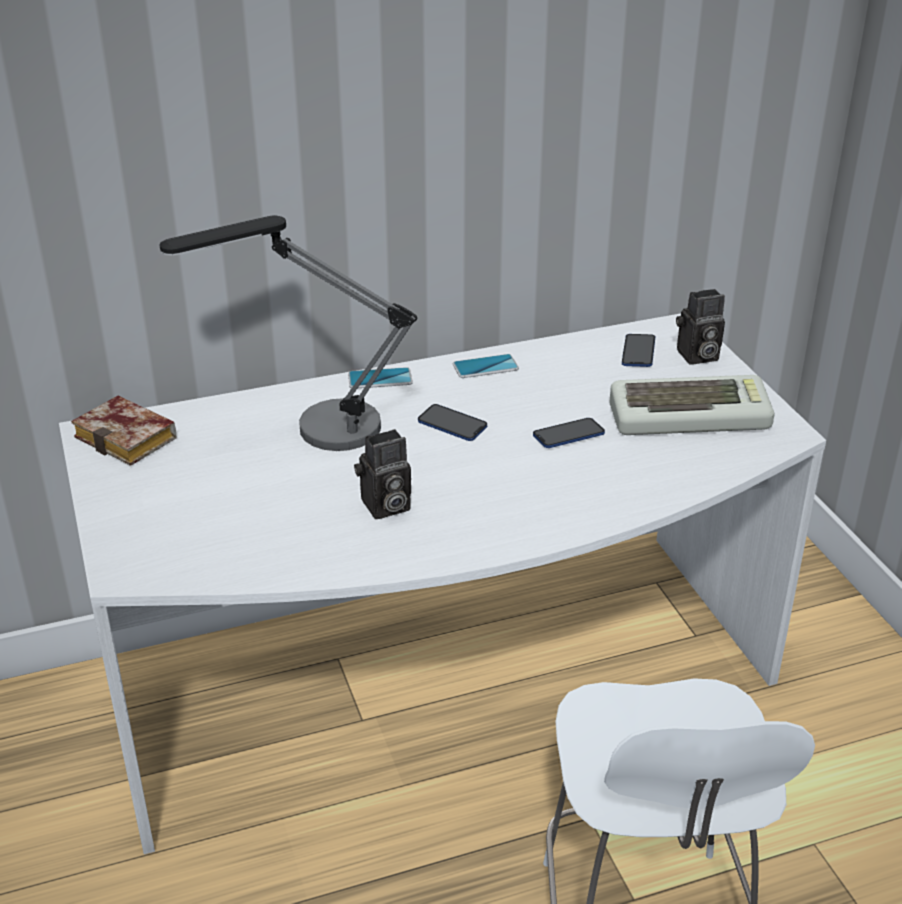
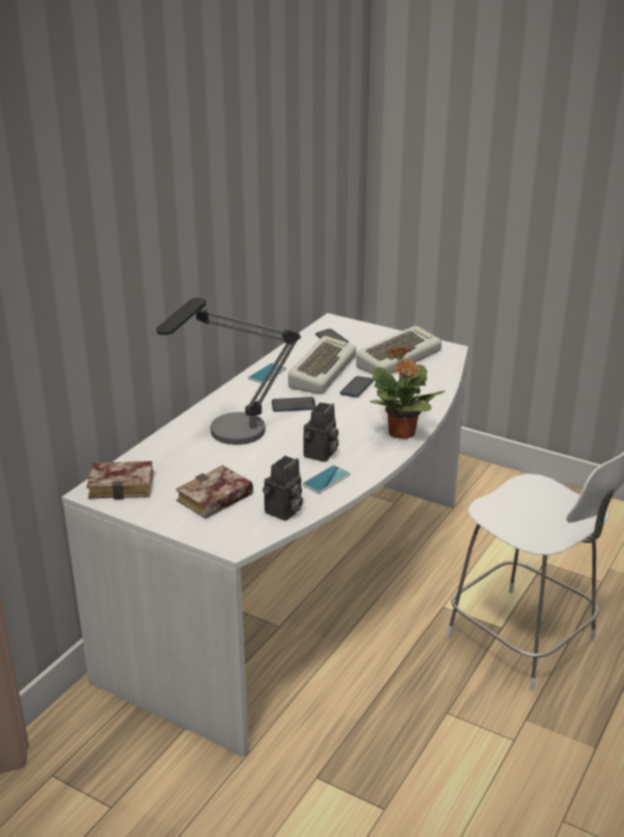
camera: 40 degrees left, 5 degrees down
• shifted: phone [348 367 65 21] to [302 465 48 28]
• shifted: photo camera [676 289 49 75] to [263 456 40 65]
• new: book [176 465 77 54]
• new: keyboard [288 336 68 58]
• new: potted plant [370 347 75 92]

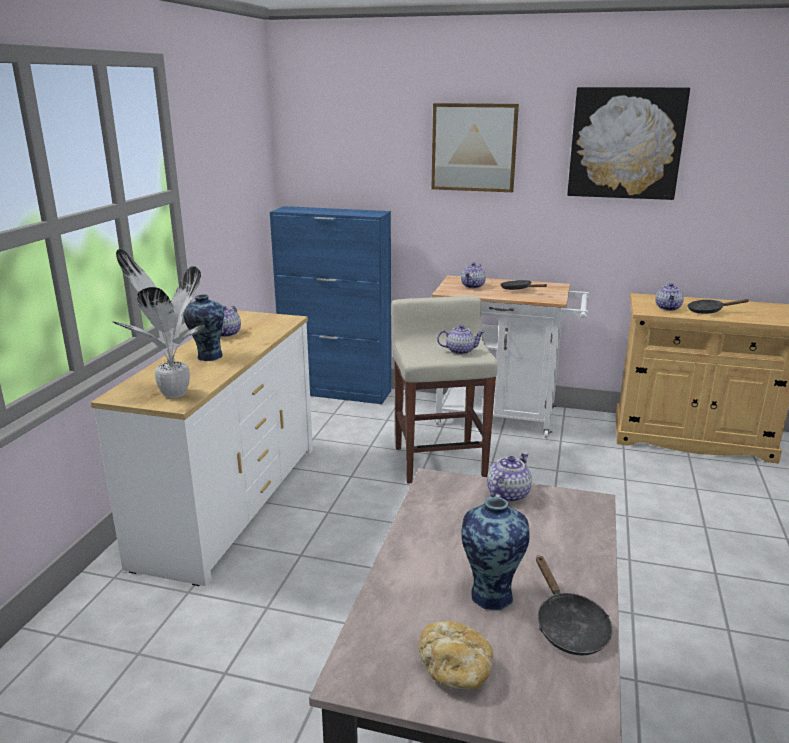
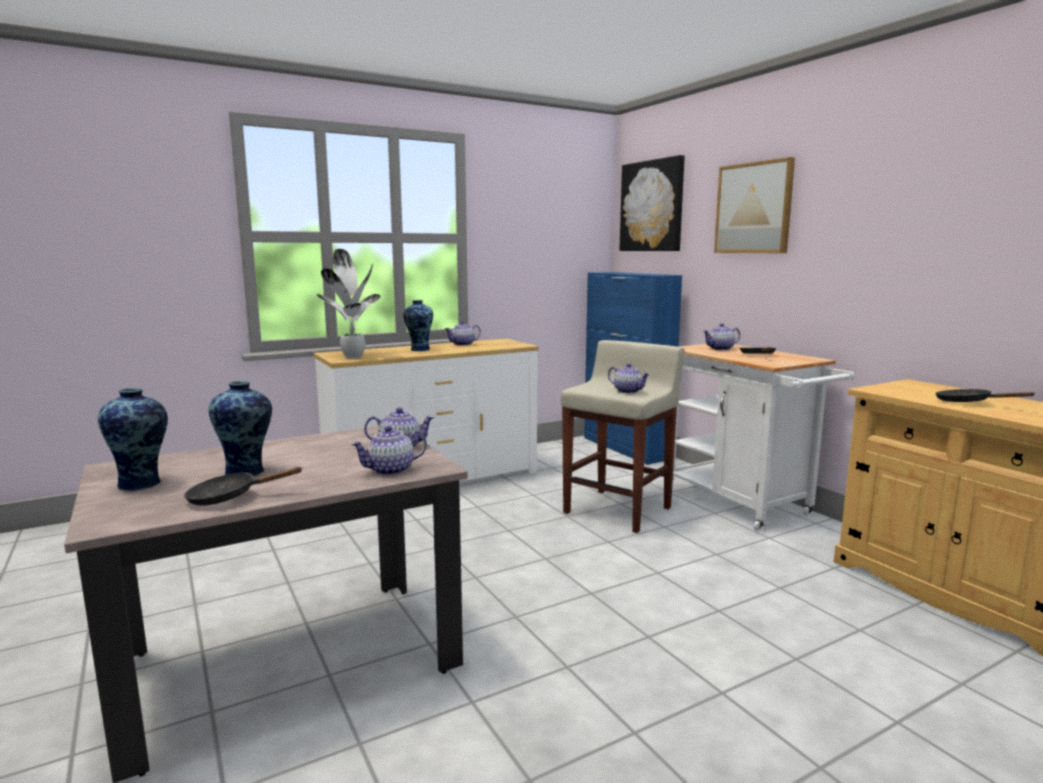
camera: 45 degrees right, 10 degrees down
• swapped: bread [418 621 75 69] to vase [98 388 70 103]
• rotated: black frying pan [536 555 76 101] = [184 467 119 39] 45 degrees clockwise
• shifted: picture [567 87 123 113] to [619 155 66 96]
• shifted: teapot [655 283 29 28] to [351 426 76 49]

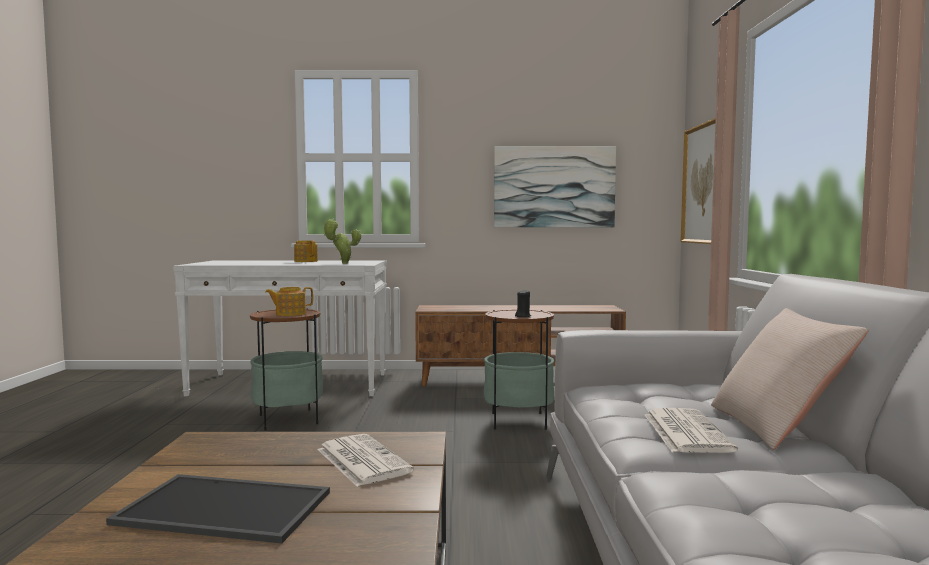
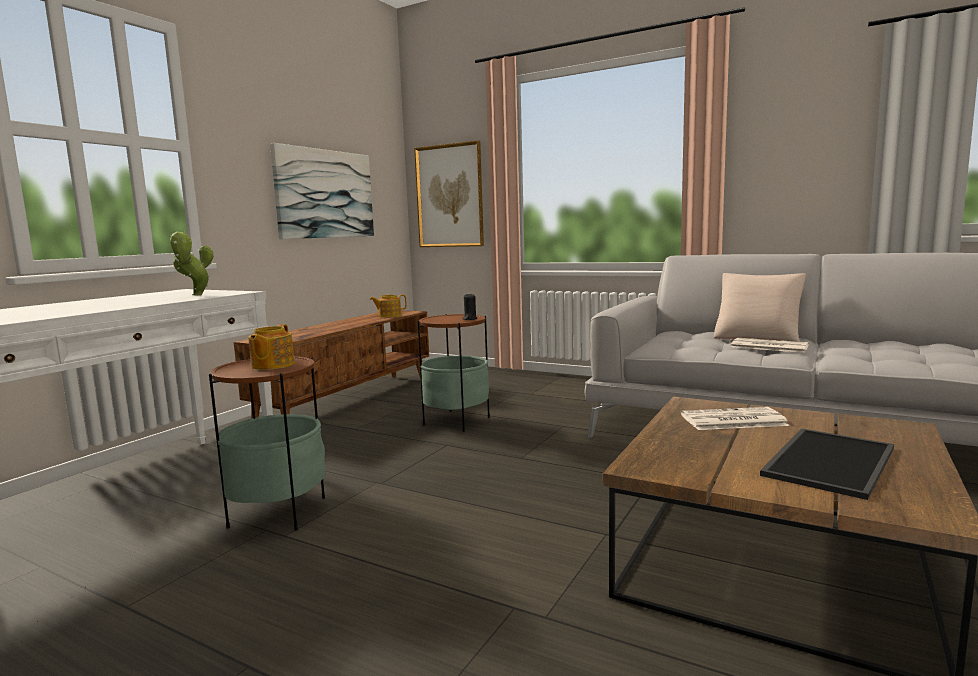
camera: 60 degrees left, 5 degrees up
• shifted: teapot [294 240 24 22] to [370 295 36 23]

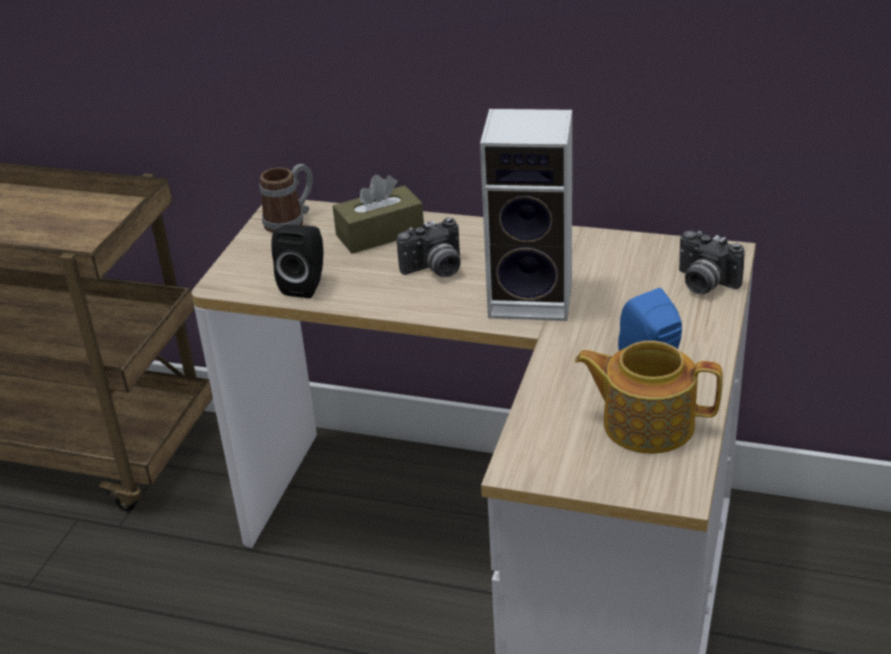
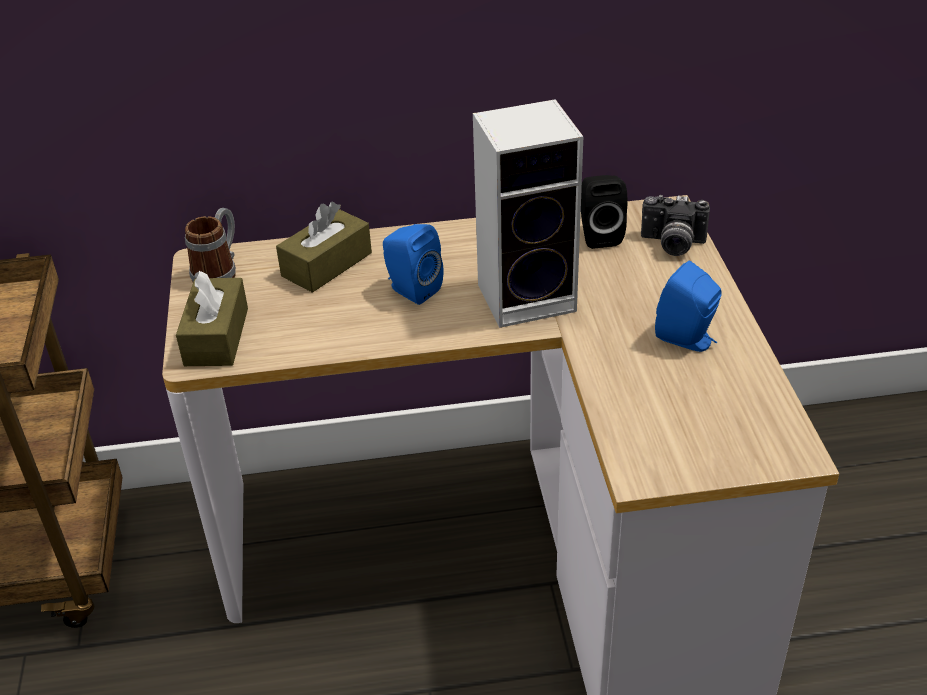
camera: 25 degrees left, 5 degrees up
• shifted: black speaker [271 225 52 73] to [581 175 47 74]
• swapped: photo camera [397 217 64 60] to blue speaker [383 224 60 81]
• gone: teapot [575 341 148 113]
• new: brown tissue box [176 271 72 95]

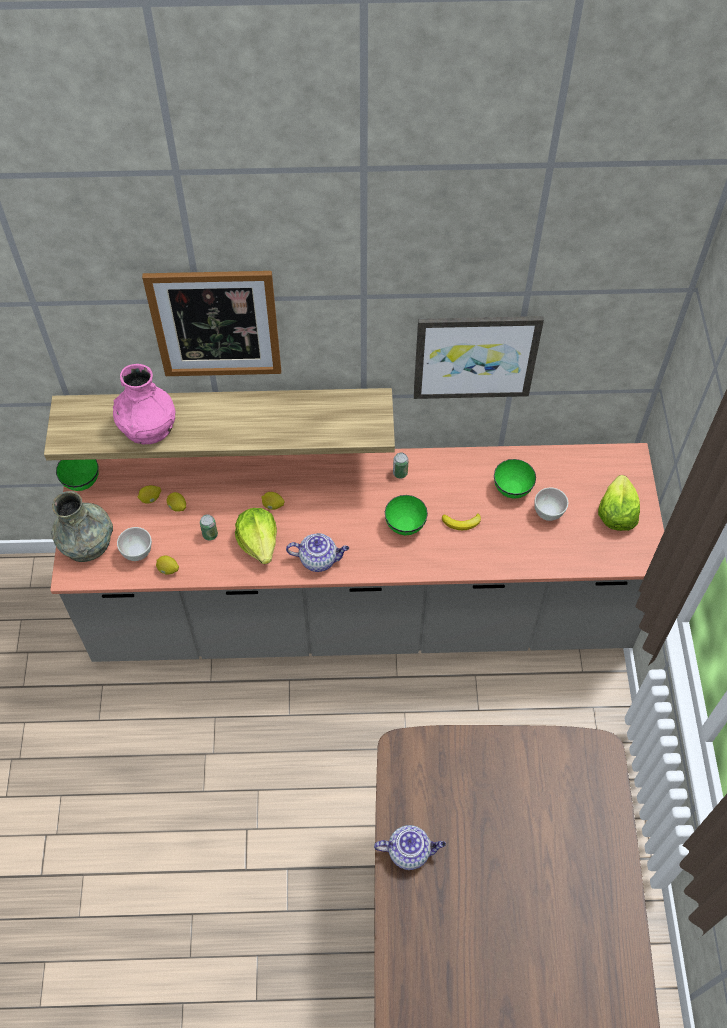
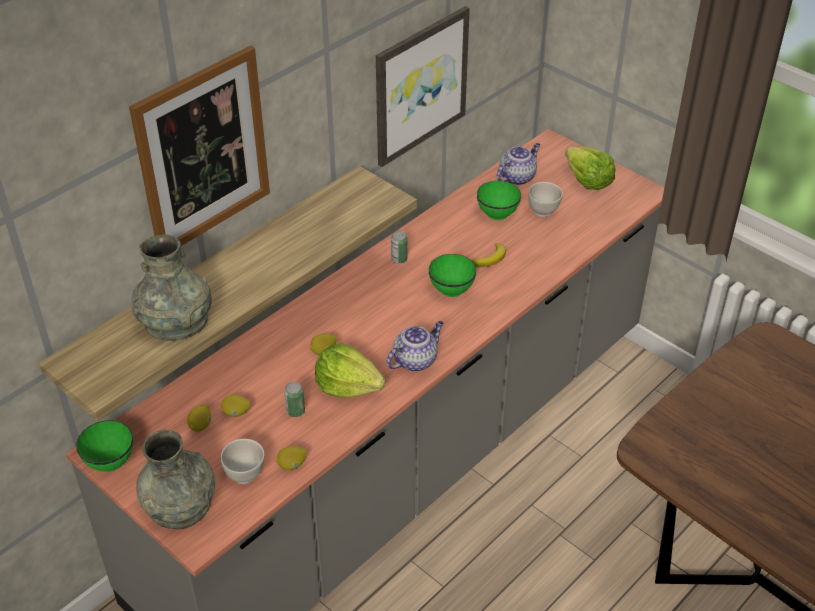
camera: 45 degrees left, 15 degrees down
• repainted: pink vase [113 364 62 81] to grey vase [132 234 80 107]
• shifted: teapot [374 825 72 45] to [497 143 43 42]

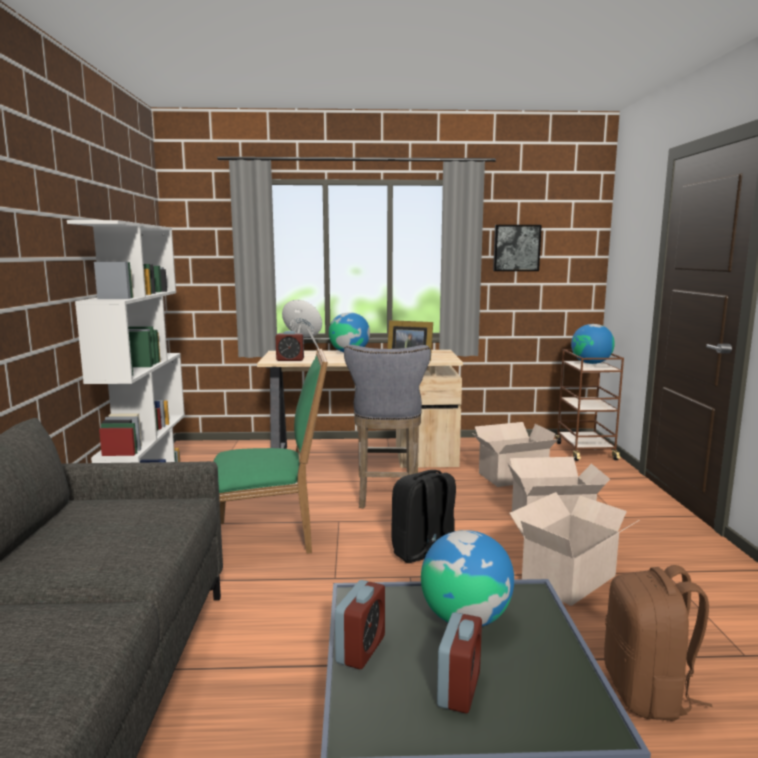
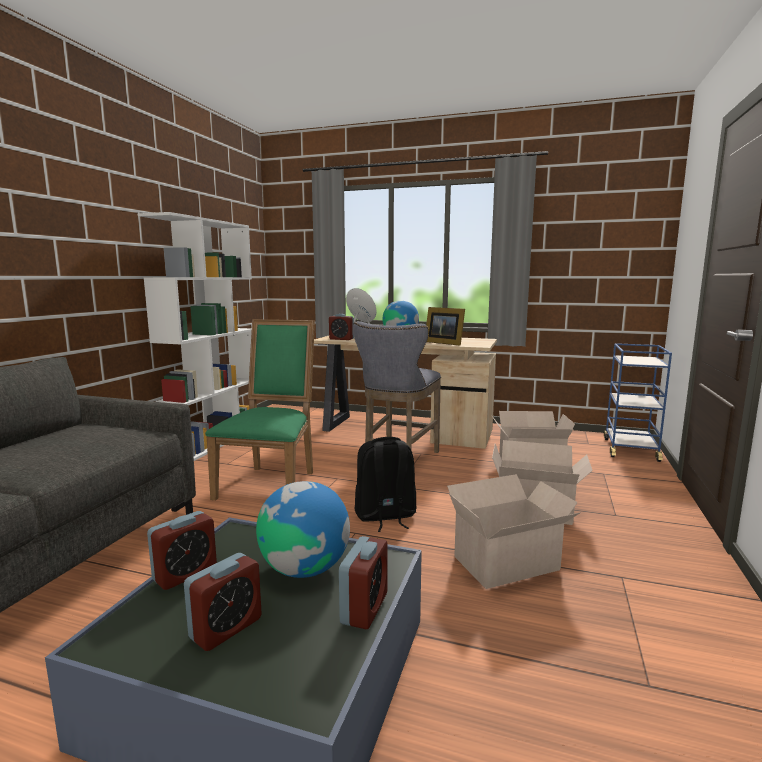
camera: 20 degrees right, 0 degrees up
• rotated: green chair [213 348 115 206] = [205 319 110 181] 90 degrees counterclockwise
• gone: picture [493 225 49 46]
• repainted: brown cart [556 349 68 112] to blue cart [604 343 68 119]
• gone: globe [571 324 44 40]
• gone: brown backpack [604 565 109 156]
• new: alarm clock [339 536 49 93]

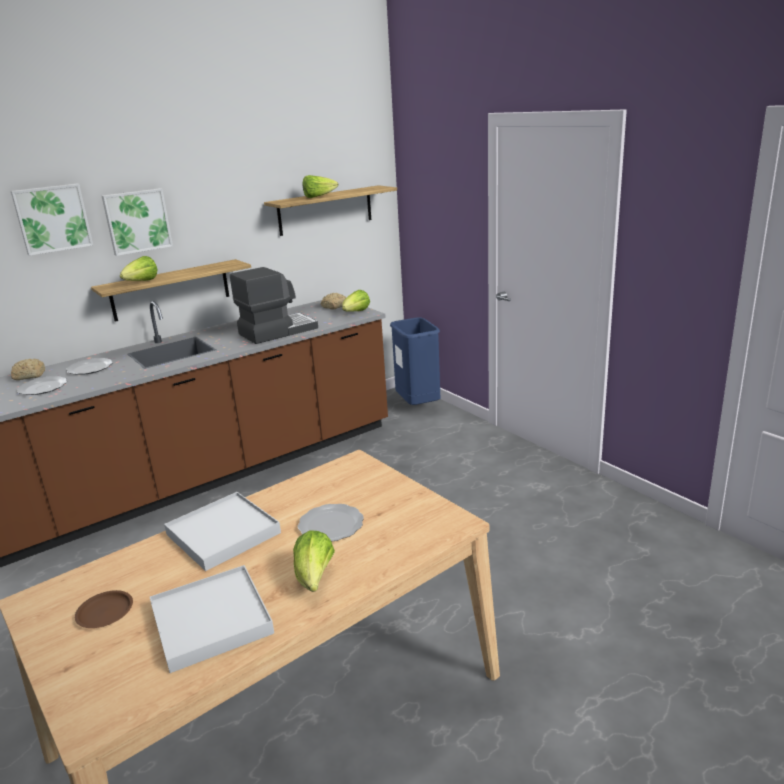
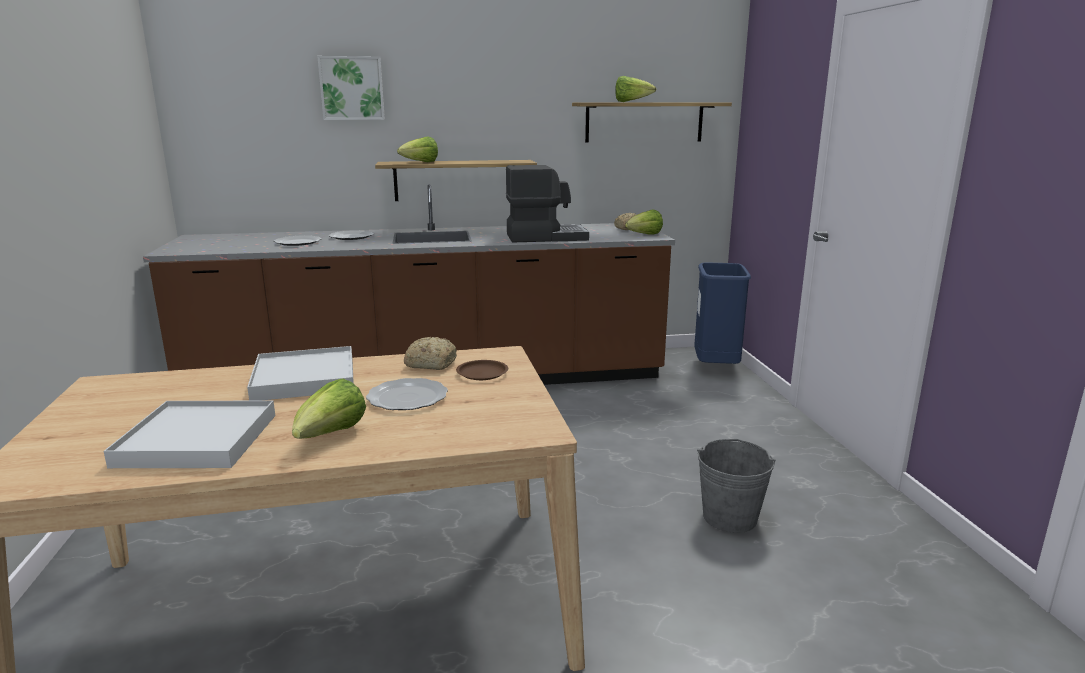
camera: 25 degrees right, 5 degrees down
• shifted: bread [11 359 34 21] to [404 337 53 33]
• shifted: brown plate [75 590 58 38] to [456 360 52 20]
• gone: picture [102 188 71 68]
• new: grey bucket [697 439 79 94]

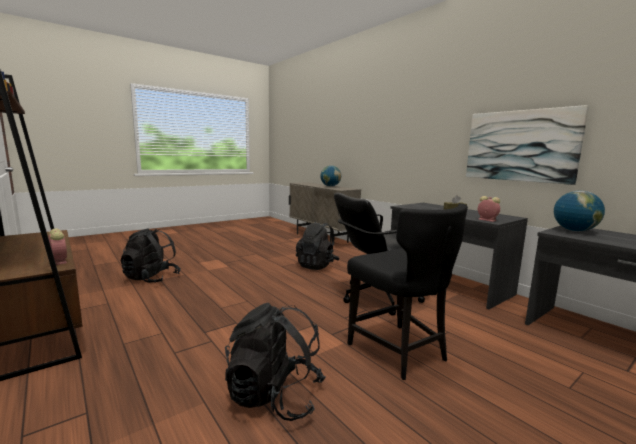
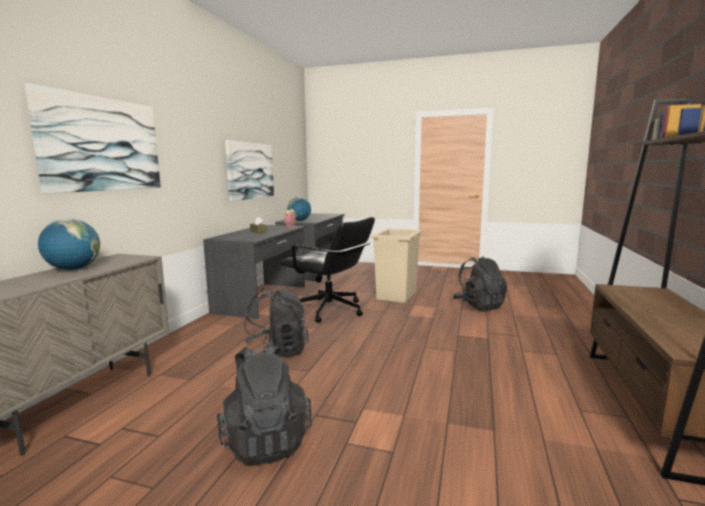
camera: 125 degrees left, 0 degrees up
• gone: alarm clock [48 229 19 36]
• shifted: black backpack [120 228 61 55] to [217 344 95 121]
• swapped: black chair [347 203 121 177] to beige trash can [371 229 51 74]
• new: picture [24 83 137 111]

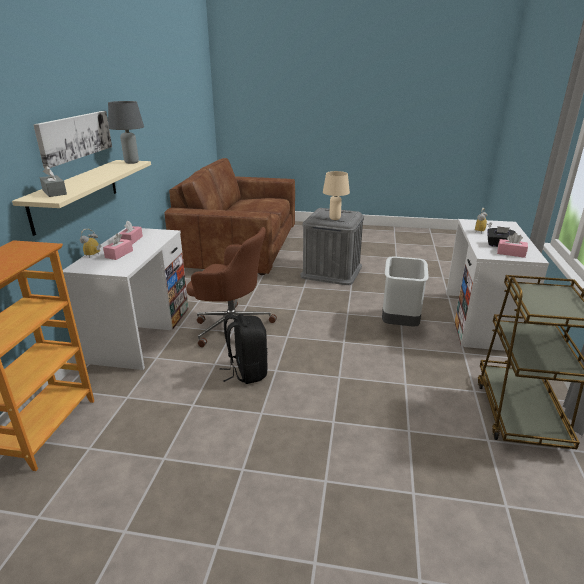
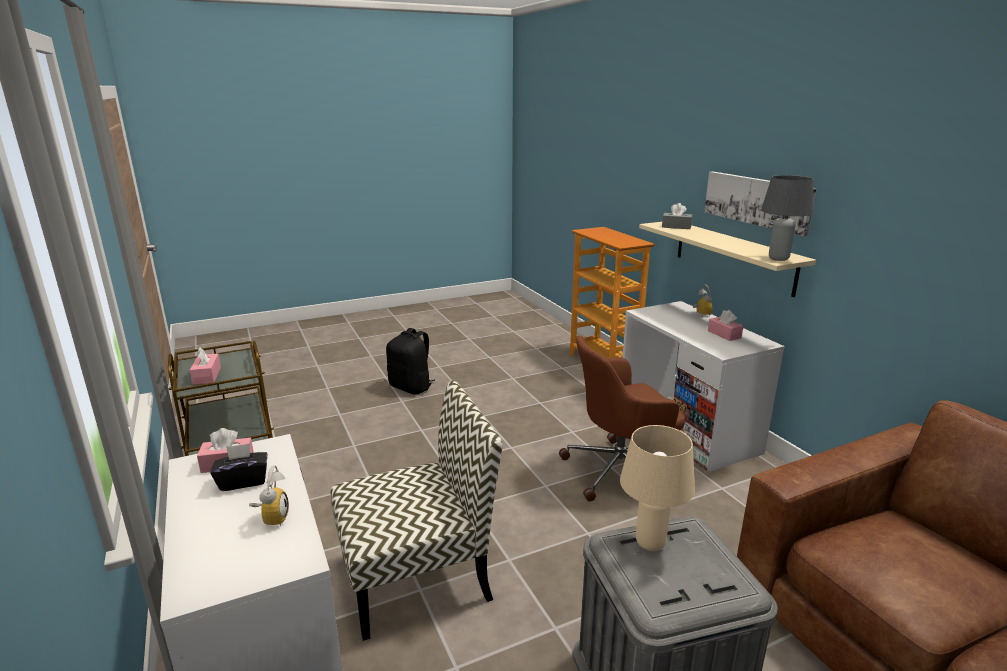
camera: 145 degrees right, 5 degrees down
• shifted: pink tissue box [103 233 30 27] to [190 347 31 38]
• shifted: black backpack [220 314 48 70] to [386 328 49 67]
• swapped: grey trash can [382 256 47 71] to chair [331 381 172 260]

